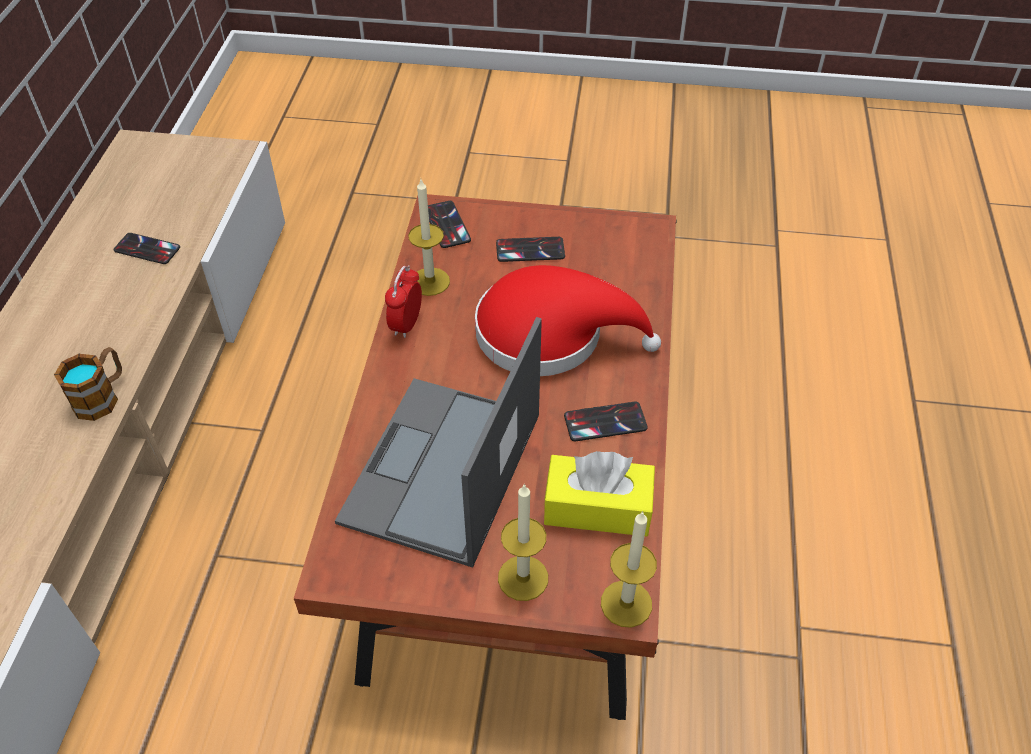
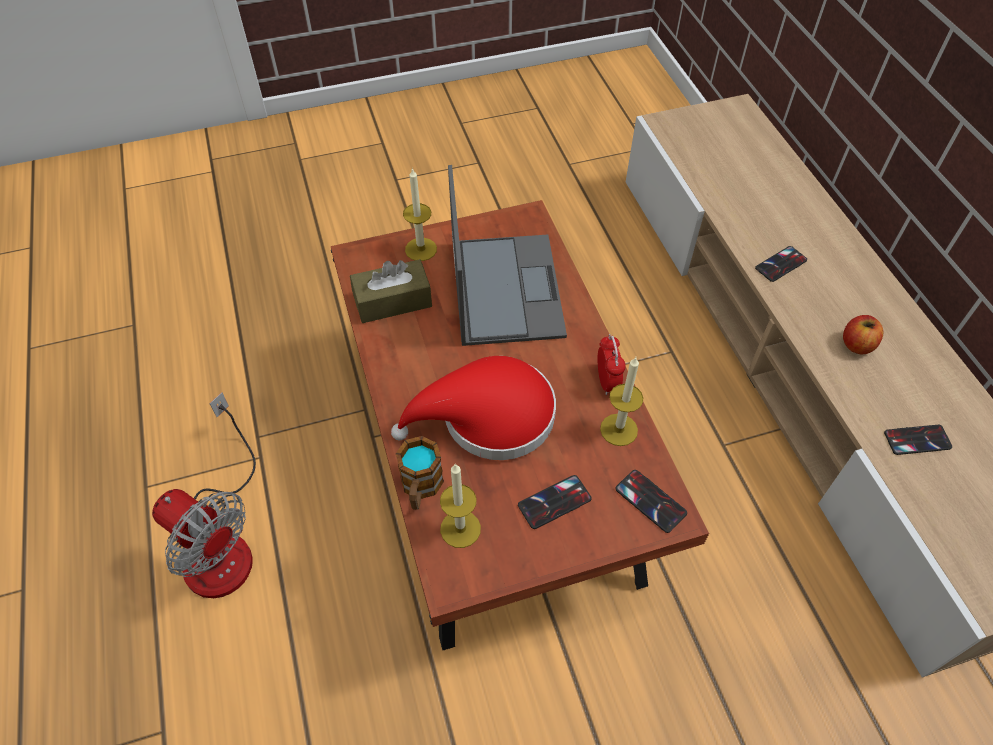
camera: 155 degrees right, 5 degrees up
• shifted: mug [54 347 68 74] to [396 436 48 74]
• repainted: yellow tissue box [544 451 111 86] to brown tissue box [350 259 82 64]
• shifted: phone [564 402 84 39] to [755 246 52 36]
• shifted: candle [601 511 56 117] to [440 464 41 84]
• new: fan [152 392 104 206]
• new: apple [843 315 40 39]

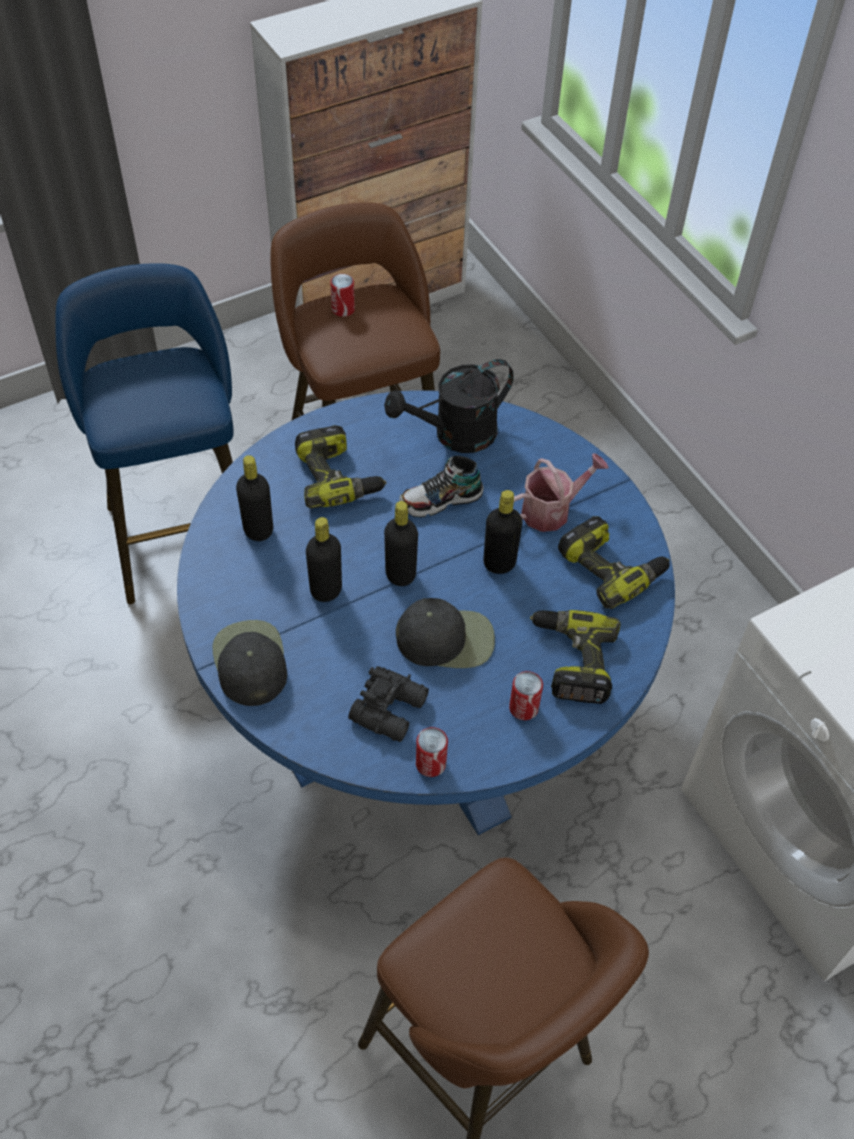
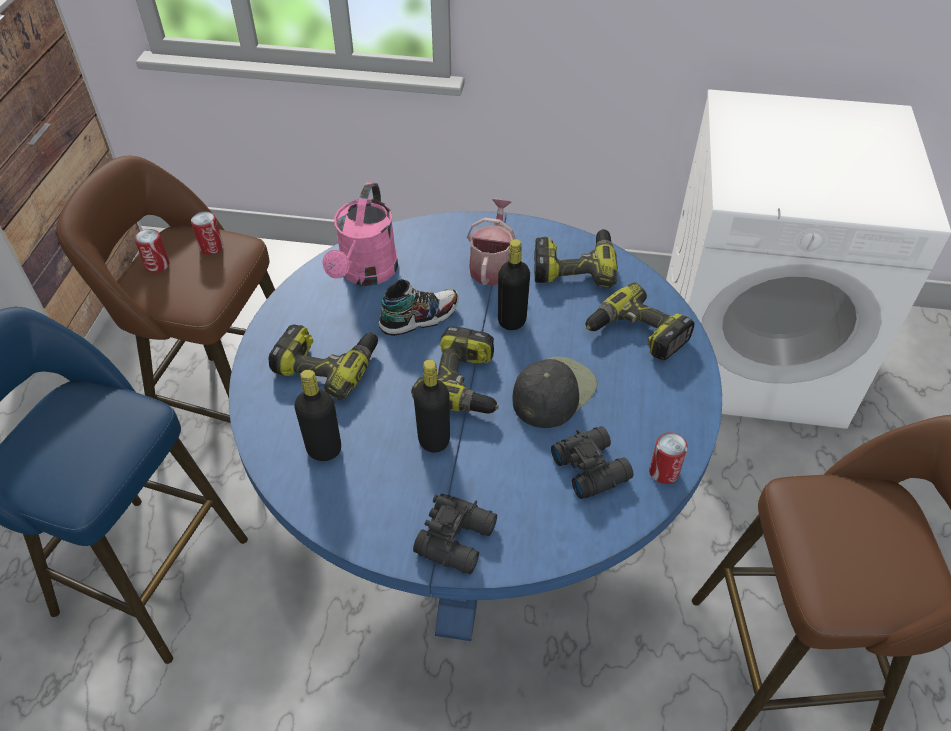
camera: 50 degrees left, 5 degrees down
• swapped: black cap [212 620 75 86] to black binoculars [413 494 84 80]
• repainted: black watering can [384 359 130 94] to pink watering can [323 182 75 104]
• swapped: black bottle [384 501 34 85] to power drill [411 326 88 87]
• rotated: shoe [399 456 84 62] = [379 279 80 57] 135 degrees counterclockwise
• shifted: can [509 671 34 49] to [191 212 32 43]

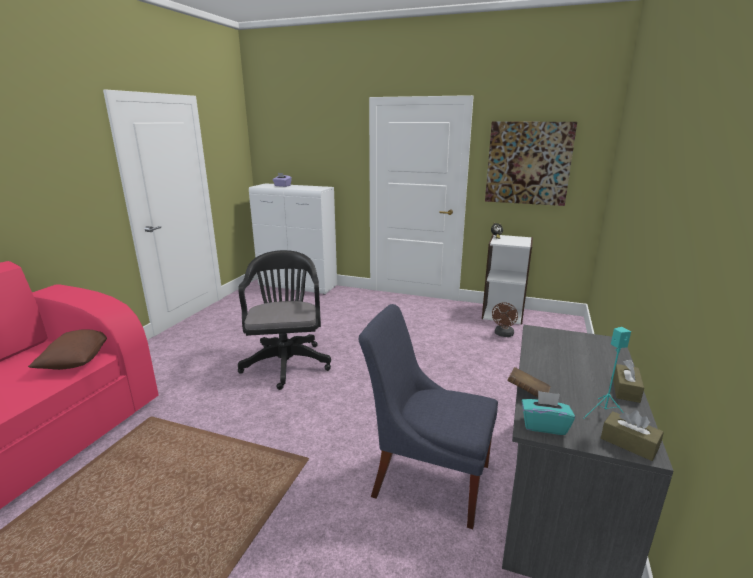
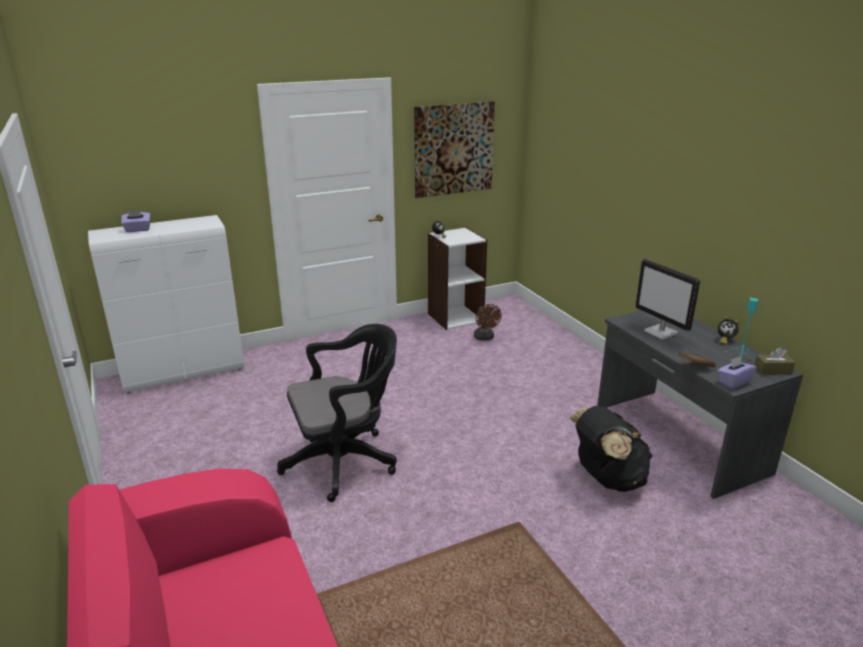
camera: 45 degrees left, 5 degrees up
• gone: brown pillow [28 329 79 41]
• rotated: black office chair [238 250 93 140] = [277 324 120 178] 120 degrees clockwise
• swapped: blue chair [359 304 139 225] to black backpack [569 406 83 86]
• repainted: turquoise tissue box [522 391 53 44] to purple tissue box [717 356 40 33]
• swapped: brown tissue box [613 360 31 43] to alarm clock [717 316 22 29]
• new: monitor [635 259 65 81]

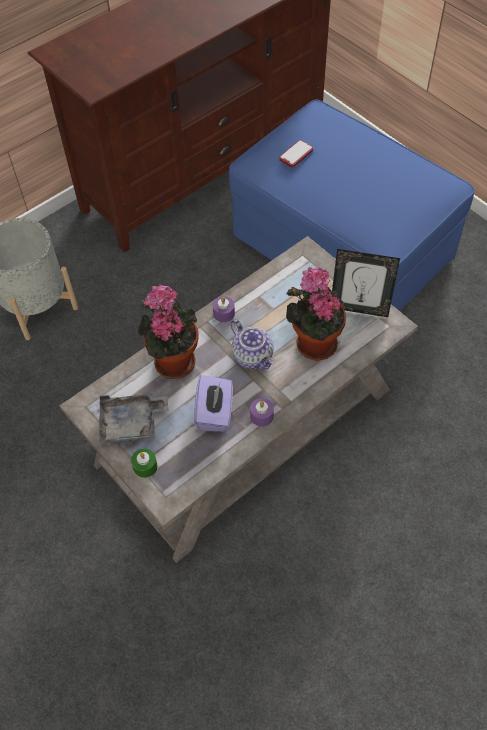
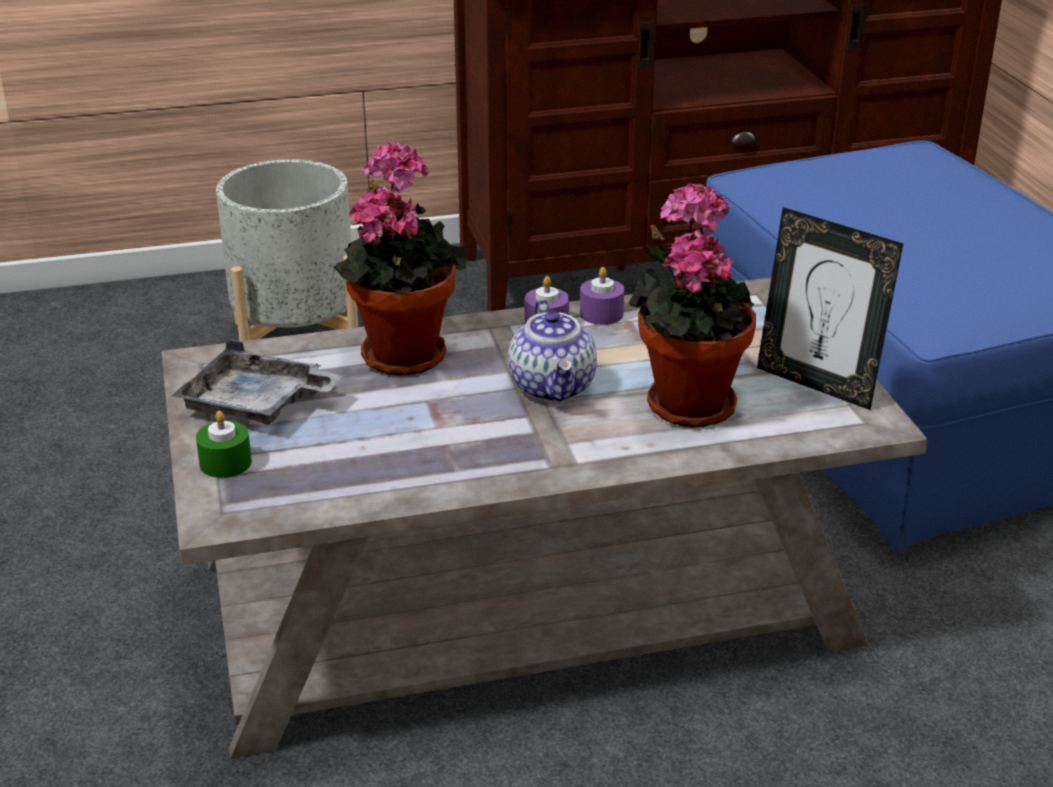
camera: 25 degrees right, 25 degrees down
• gone: purple tissue box [194 375 39 57]
• shifted: purple candle [250 398 24 29] to [580 267 44 58]
• gone: phone [279 140 34 28]

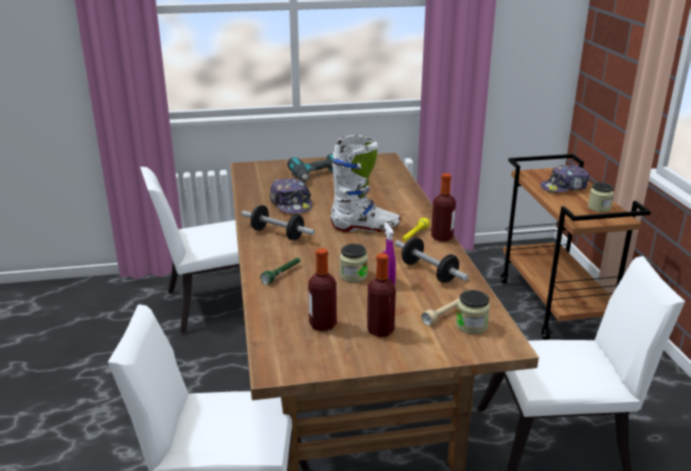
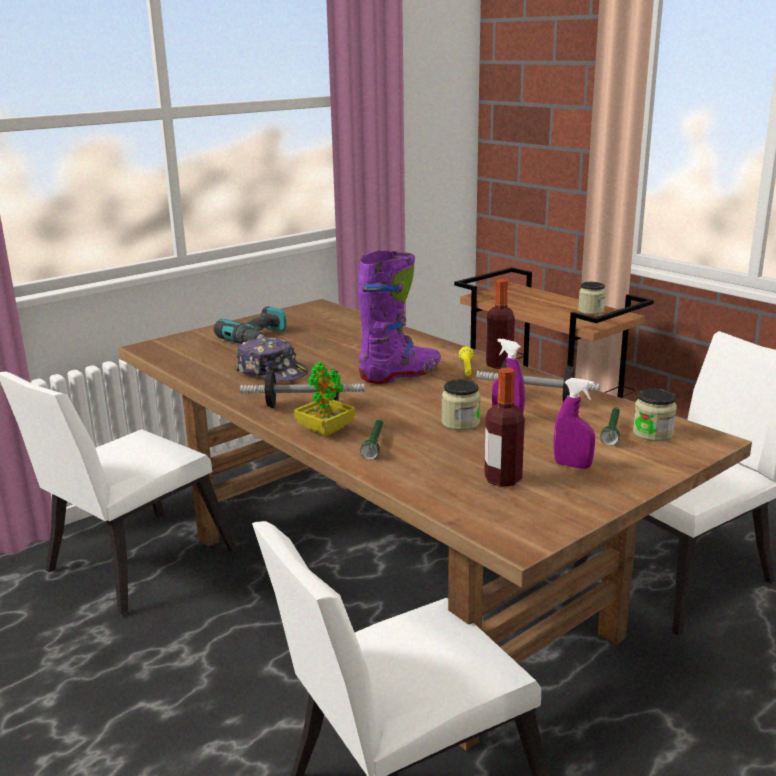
camera: 30 degrees left, 5 degrees down
• repainted: white boot [331 135 70 97] to purple boot [358 250 83 134]
• swapped: bottle [367 253 29 84] to purple spray bottle [554 378 41 91]
• repainted: beige flashlight [421 298 39 27] to green flashlight [600 407 20 39]
• gone: cap [540 165 49 28]
• new: potted plant [294 362 62 74]

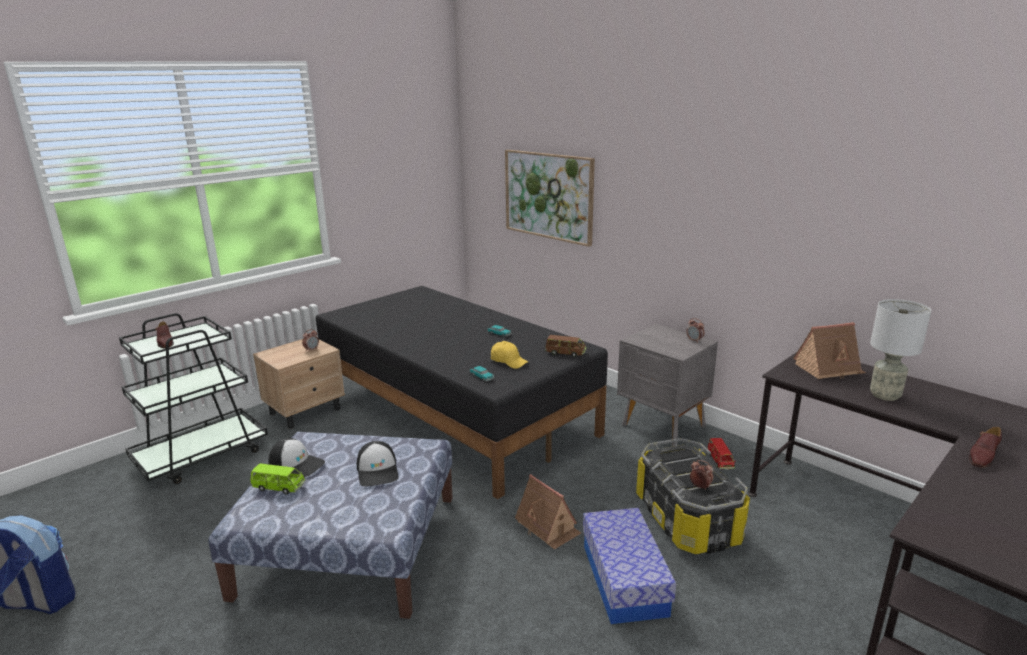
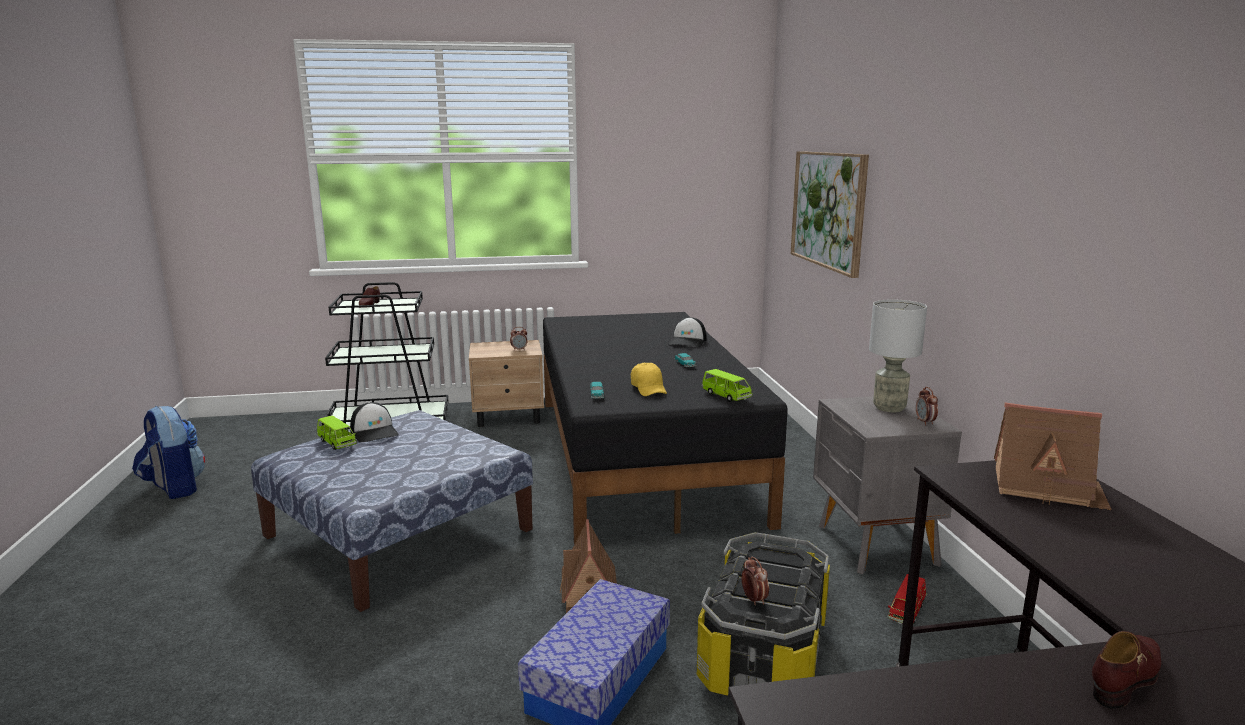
camera: 35 degrees right, 5 degrees down
• shifted: cap [357 441 42 45] to [669 317 38 30]
• repainted: brown toy car [545 335 41 22] to green toy car [702 369 50 33]
• shifted: grey table lamp [870 299 61 102] to [869 299 58 113]
• rotated: brown shoe [969 427 33 41] = [1092 631 69 78] 150 degrees clockwise

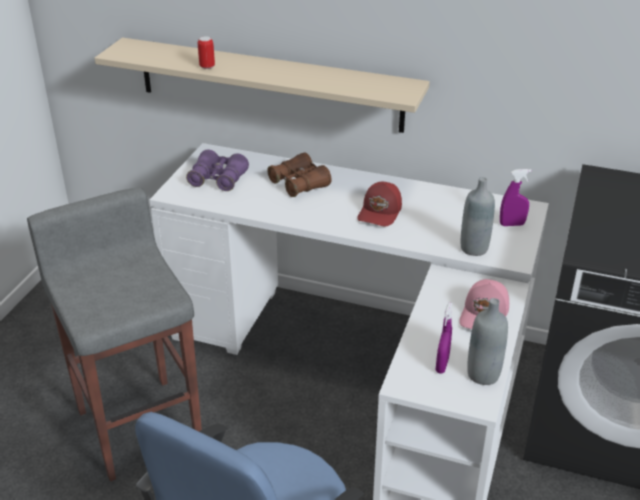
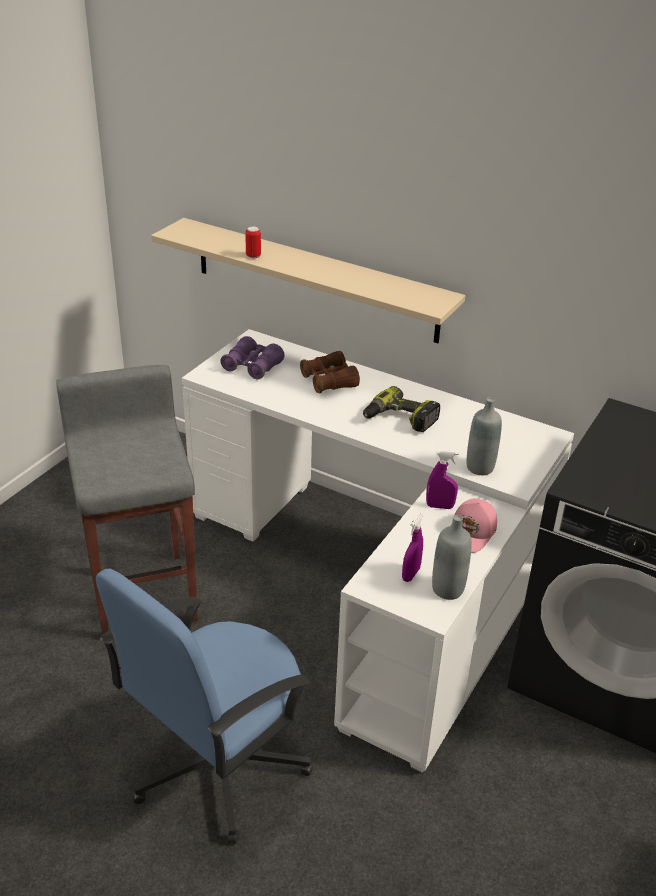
camera: 10 degrees right, 0 degrees up
• swapped: red cap [357 181 45 45] to power drill [363 386 77 46]
• shifted: purple spray bottle [500 169 32 57] to [426 450 33 59]

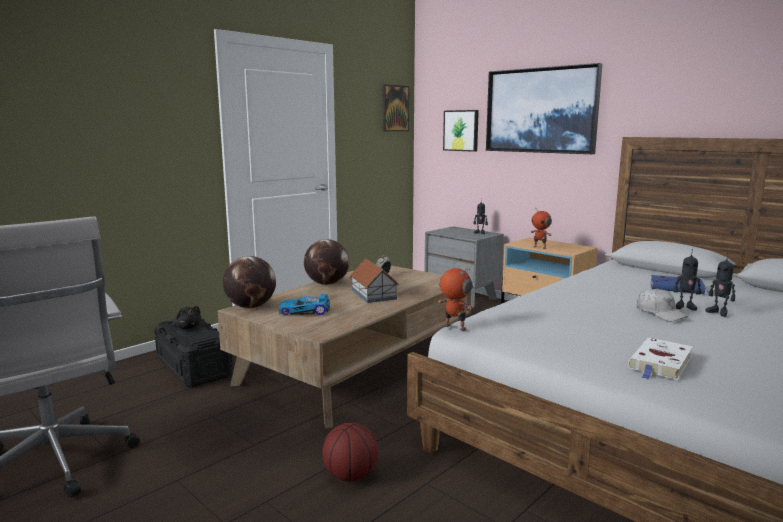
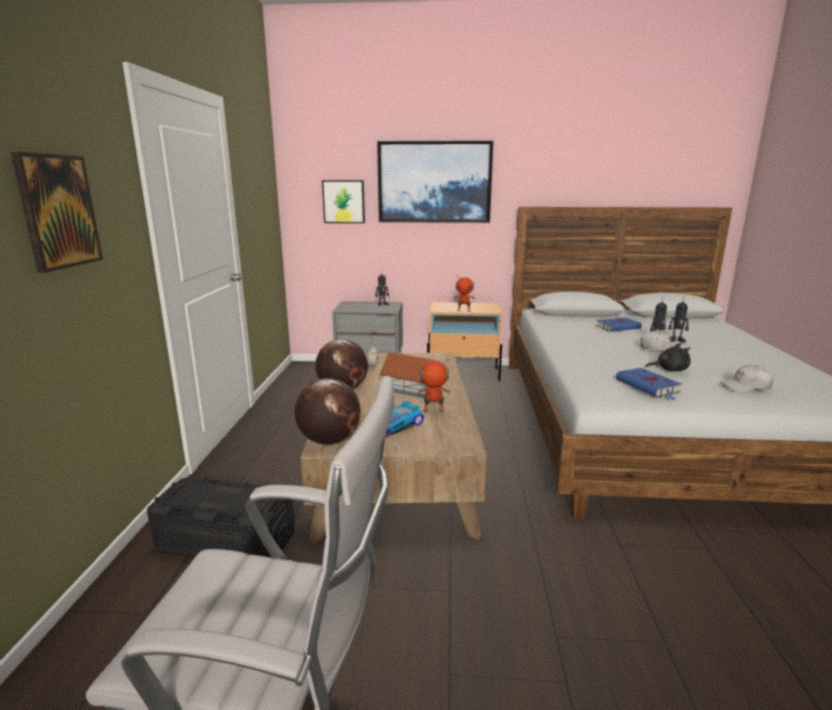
camera: 40 degrees left, 5 degrees up
• shifted: black plush toy [173 306 29 23] to [645 343 46 29]
• gone: basketball [322 423 56 58]
• shifted: picture [382 84 27 48] to [10 152 93 121]
• shifted: toy robot [438 267 35 64] to [417 358 34 55]
• swapped: white book [628 338 65 42] to white cap [720 365 54 27]
• new: blue book [616 368 66 32]

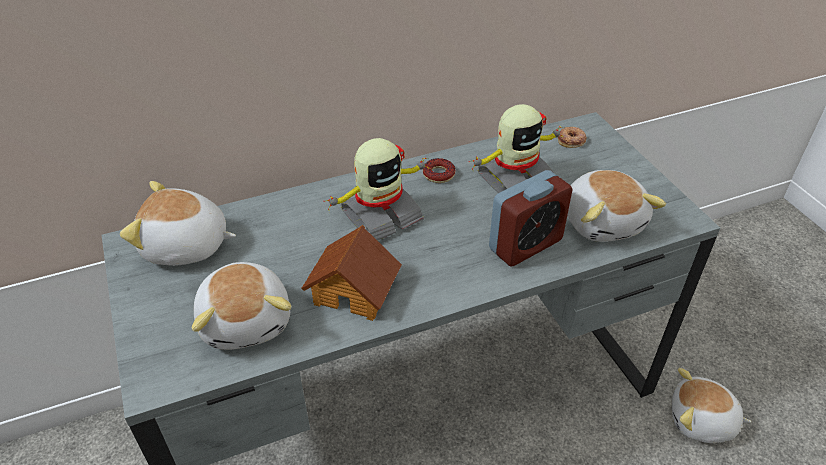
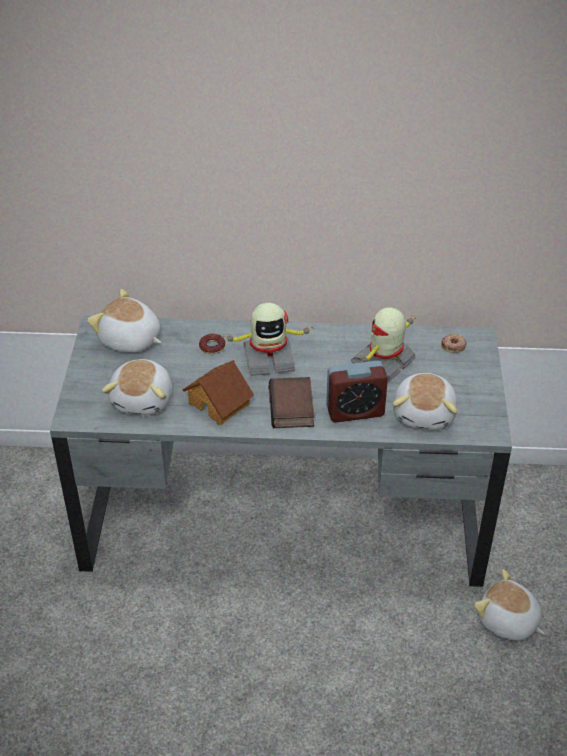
camera: 25 degrees right, 0 degrees up
• shifted: donut [423 158 33 25] to [199 334 26 20]
• rotated: toy robot [469 104 95 89] = [351 307 65 75] 135 degrees clockwise
• new: book [269 377 45 51]

